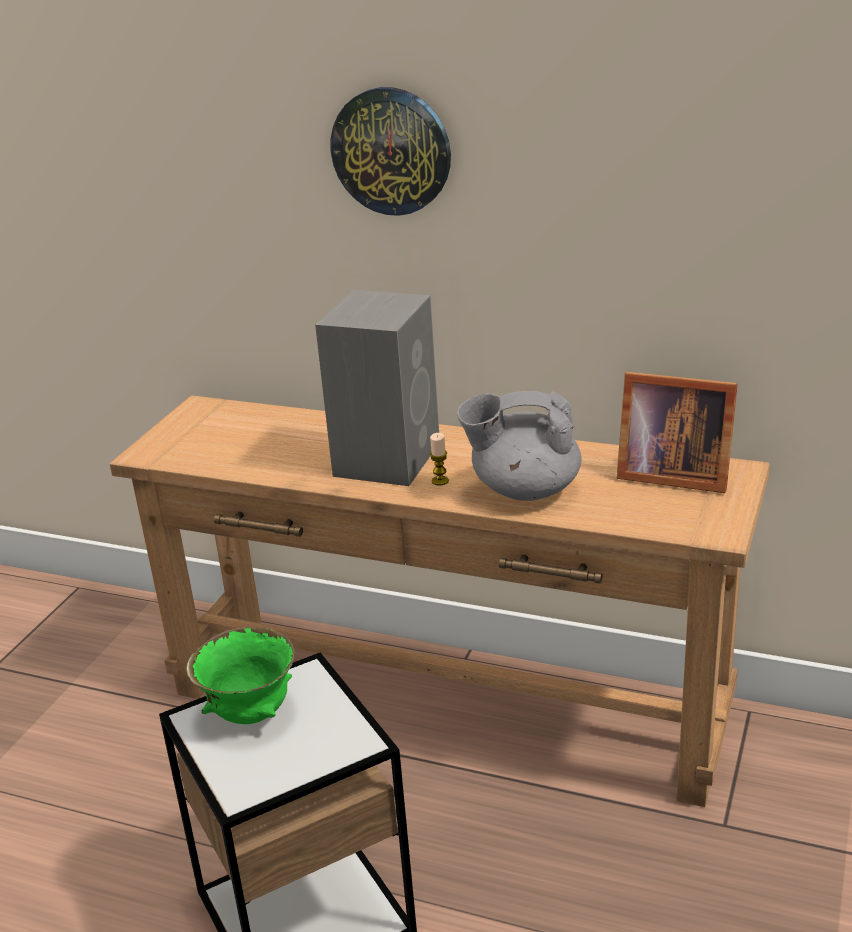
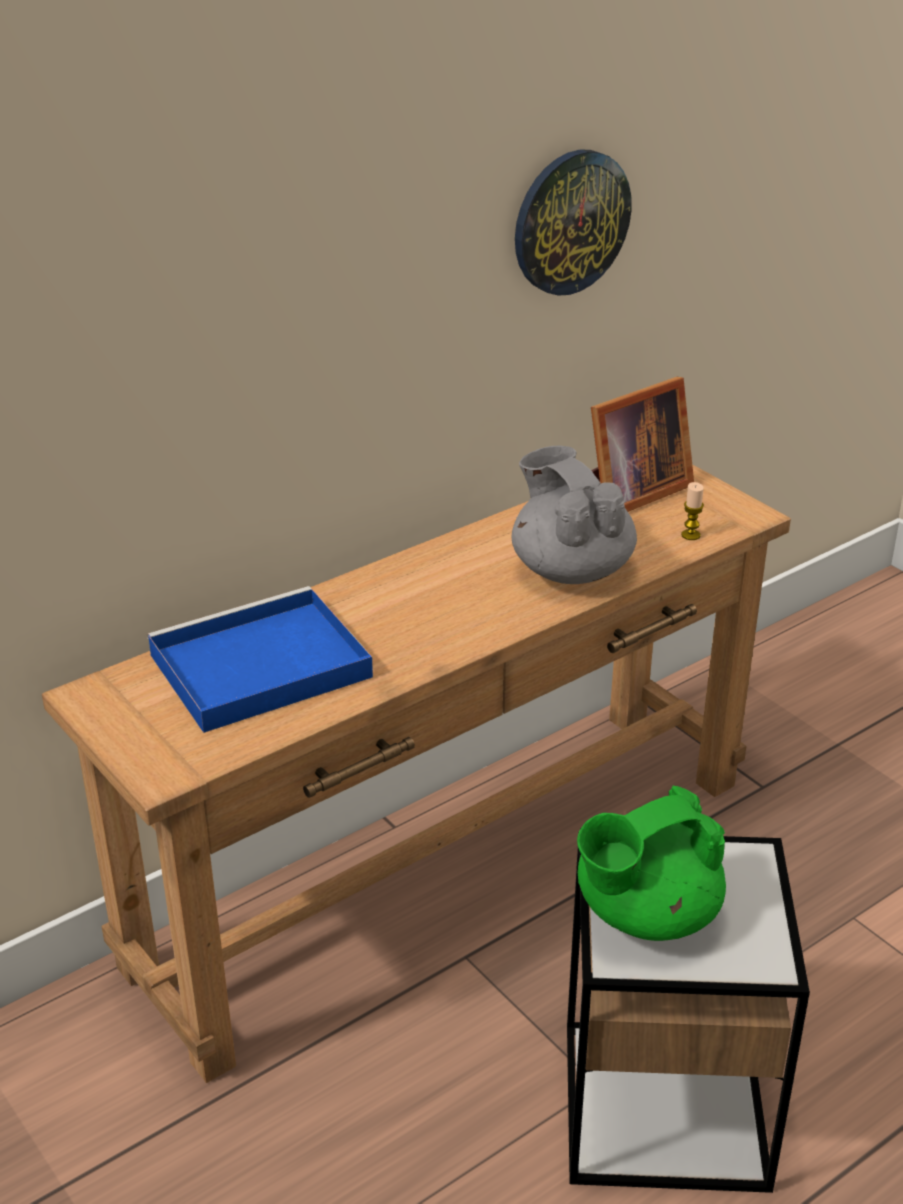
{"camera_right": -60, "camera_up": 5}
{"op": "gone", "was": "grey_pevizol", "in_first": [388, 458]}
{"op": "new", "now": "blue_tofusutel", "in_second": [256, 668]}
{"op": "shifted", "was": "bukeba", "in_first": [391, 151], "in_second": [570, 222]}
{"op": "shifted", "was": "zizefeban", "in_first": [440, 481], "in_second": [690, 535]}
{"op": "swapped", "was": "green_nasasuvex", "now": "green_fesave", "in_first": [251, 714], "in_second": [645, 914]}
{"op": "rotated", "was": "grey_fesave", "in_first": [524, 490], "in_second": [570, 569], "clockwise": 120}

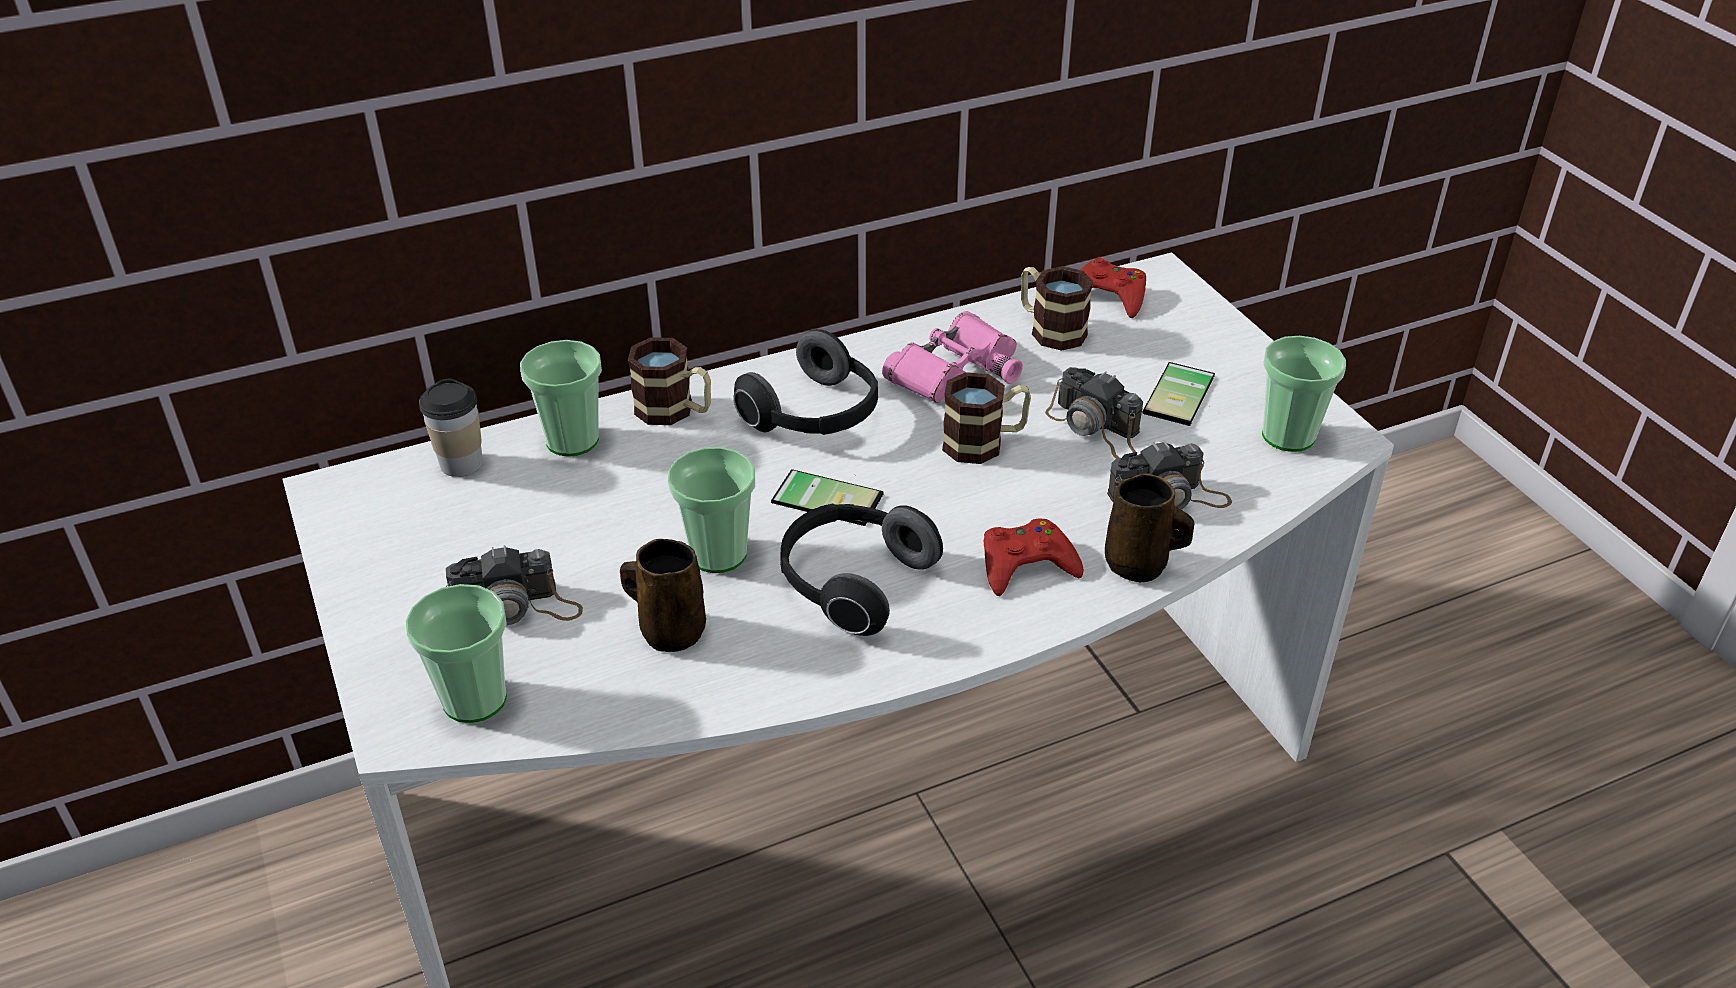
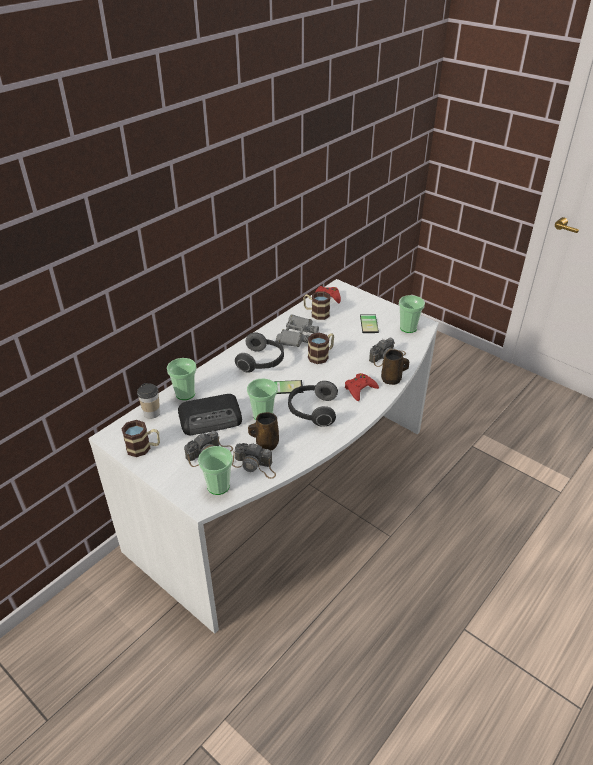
{"camera_right": -25, "camera_up": 0}
{"op": "new", "now": "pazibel", "in_second": [211, 419]}
{"op": "shifted", "was": "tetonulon", "in_first": [675, 411], "in_second": [143, 448]}
{"op": "shifted", "was": "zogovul", "in_first": [1096, 428], "in_second": [255, 466]}
{"op": "repainted", "was": "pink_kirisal", "now": "grey_kirisal", "in_first": [957, 373], "in_second": [297, 336]}

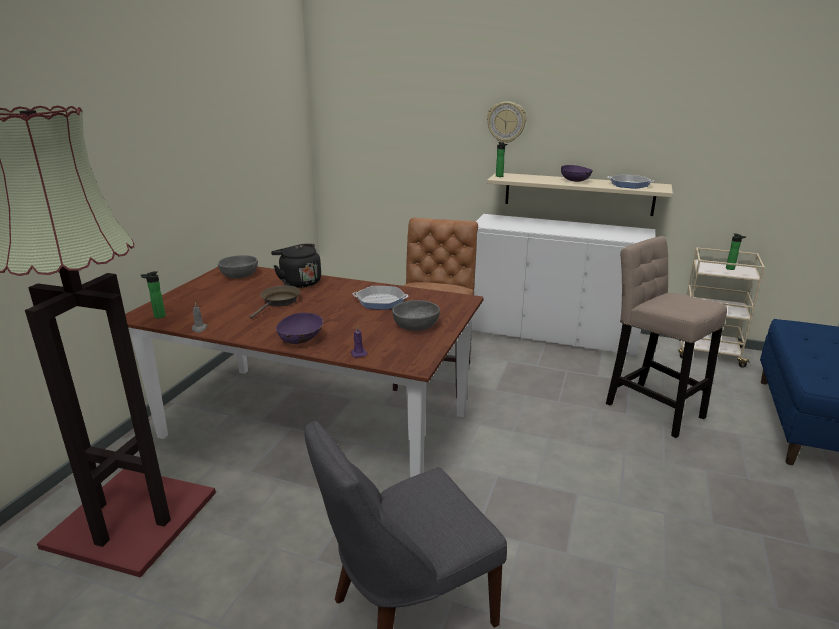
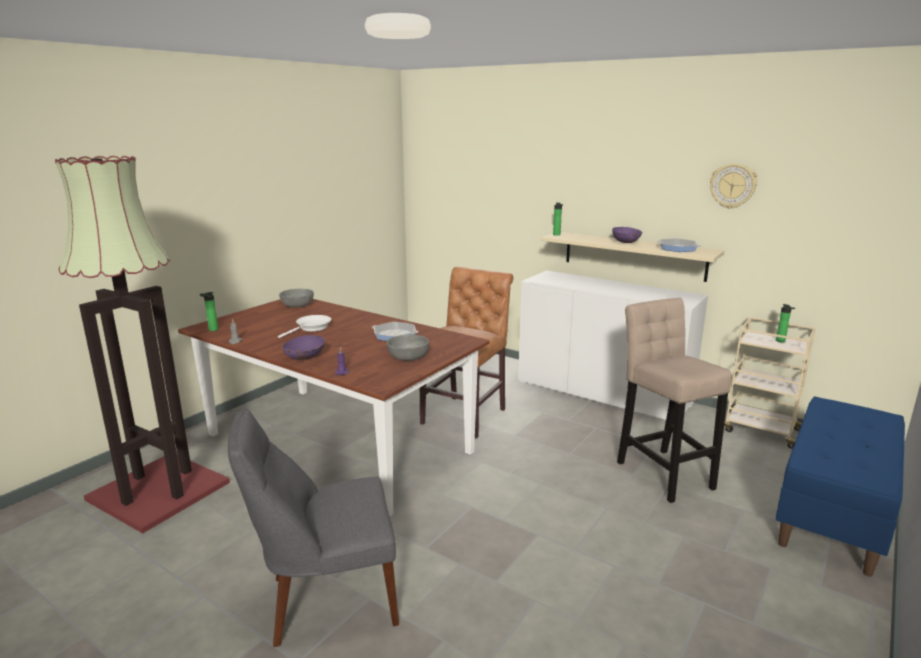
{"camera_right": 15, "camera_up": -5}
{"op": "gone", "was": "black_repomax", "in_first": [299, 282]}
{"op": "shifted", "was": "bukeba", "in_first": [506, 122], "in_second": [732, 186]}
{"op": "repainted", "was": "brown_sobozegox", "now": "white_sobozegox", "in_first": [279, 302], "in_second": [311, 328]}

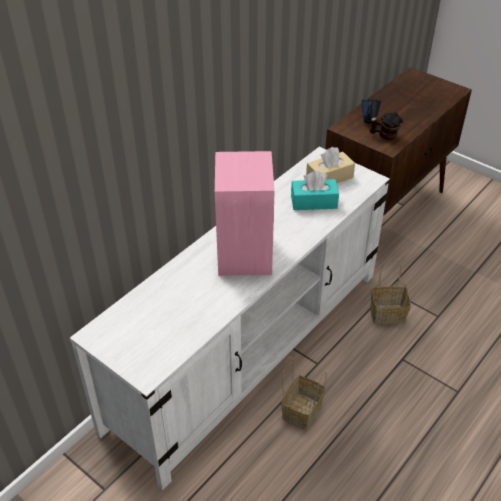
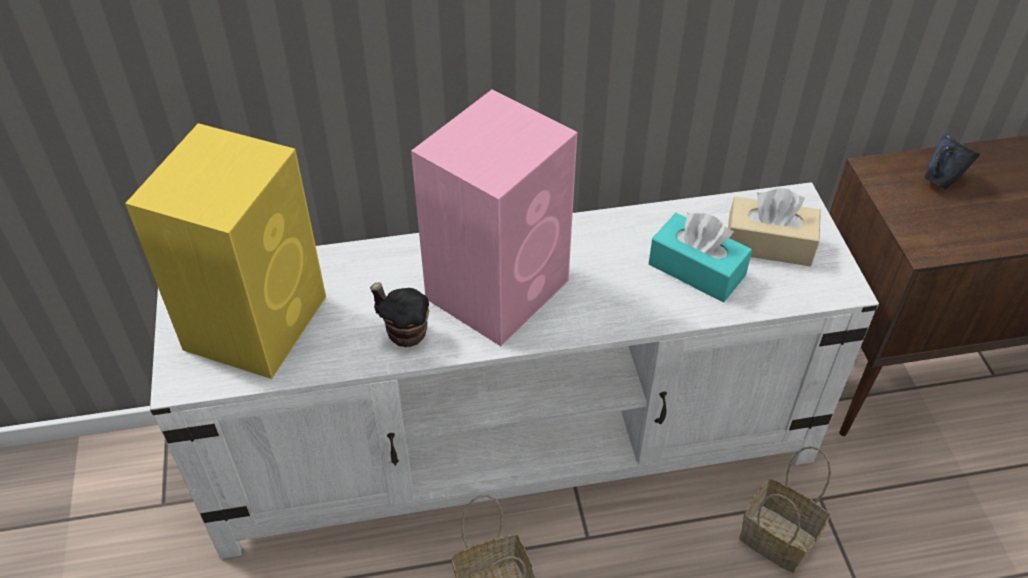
{"camera_right": 40, "camera_up": 5}
{"op": "new", "now": "yellow_pevizol", "in_second": [258, 320]}
{"op": "shifted", "was": "tetonulon", "in_first": [384, 136], "in_second": [402, 330]}

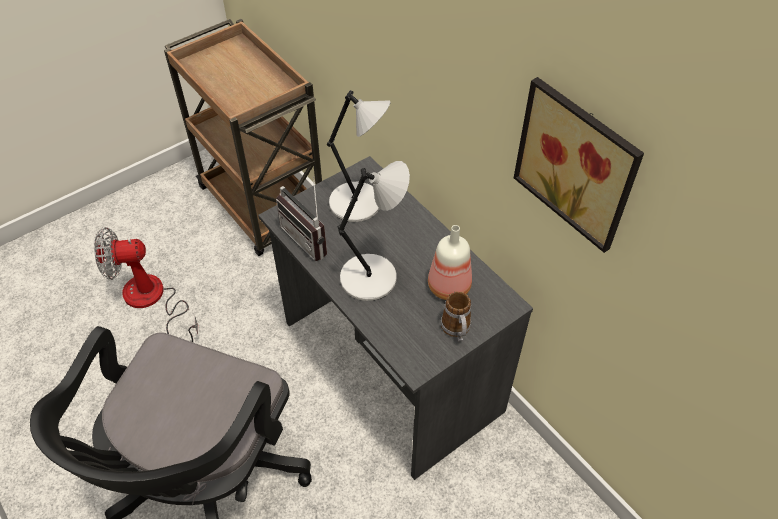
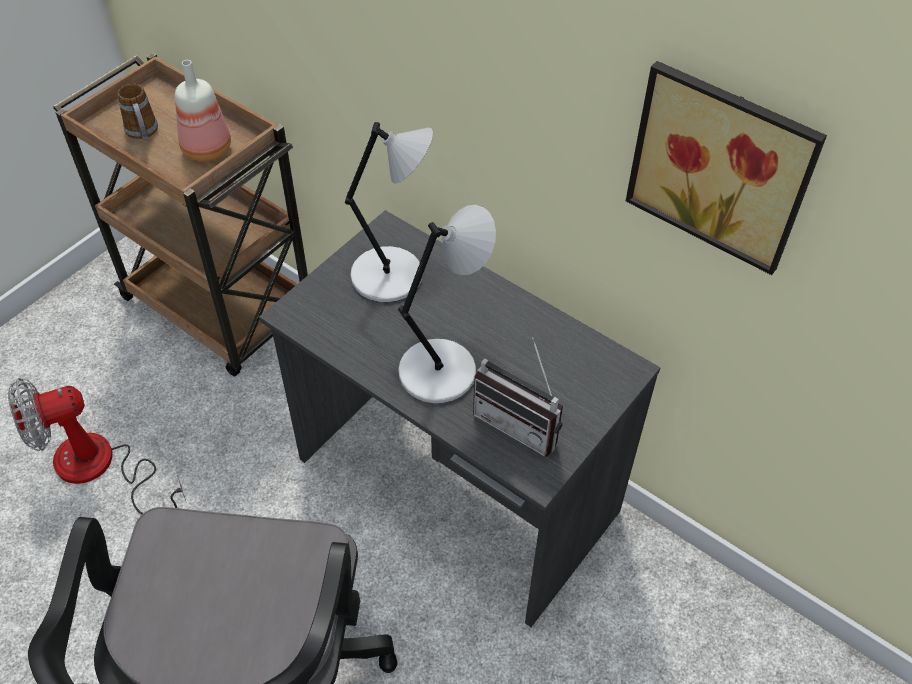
{"camera_right": -15, "camera_up": 0}
{"op": "shifted", "was": "pazibel", "in_first": [310, 238], "in_second": [521, 423]}
{"op": "shifted", "was": "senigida", "in_first": [449, 288], "in_second": [207, 151]}
{"op": "shifted", "was": "tetonulon", "in_first": [457, 330], "in_second": [143, 133]}

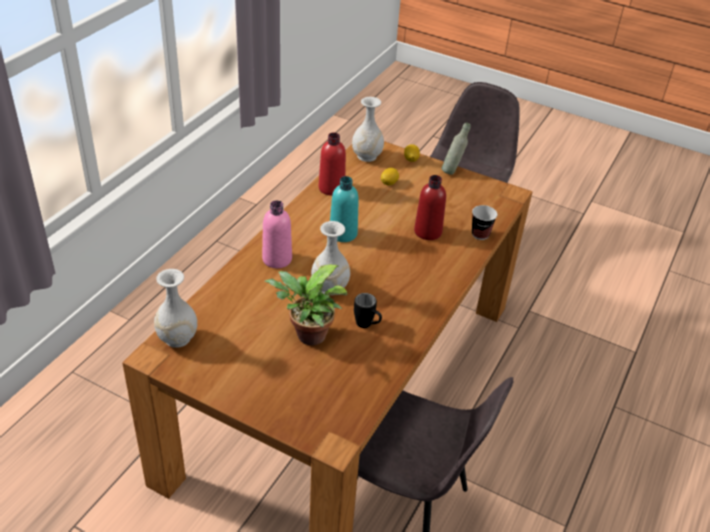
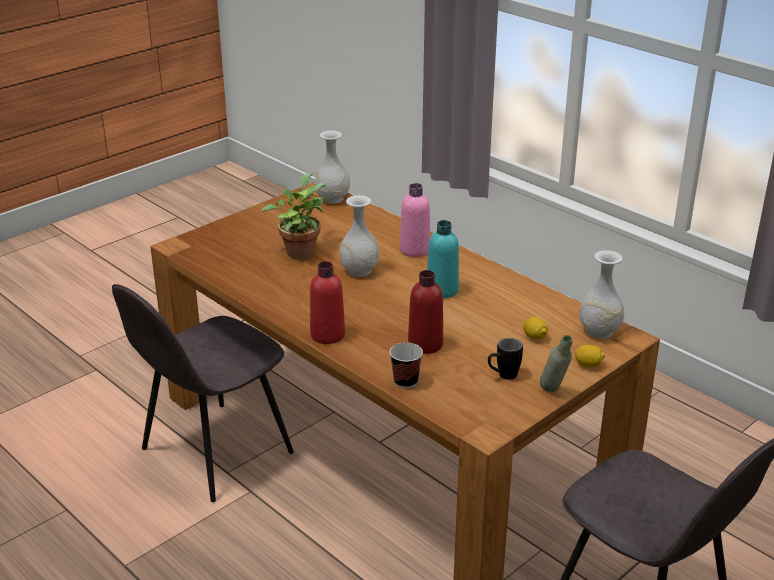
{"camera_right": 110, "camera_up": -10}
{"op": "shifted", "was": "red_senigida", "in_first": [331, 188], "in_second": [327, 335]}
{"op": "shifted", "was": "black_tetonulon", "in_first": [367, 325], "in_second": [502, 376]}

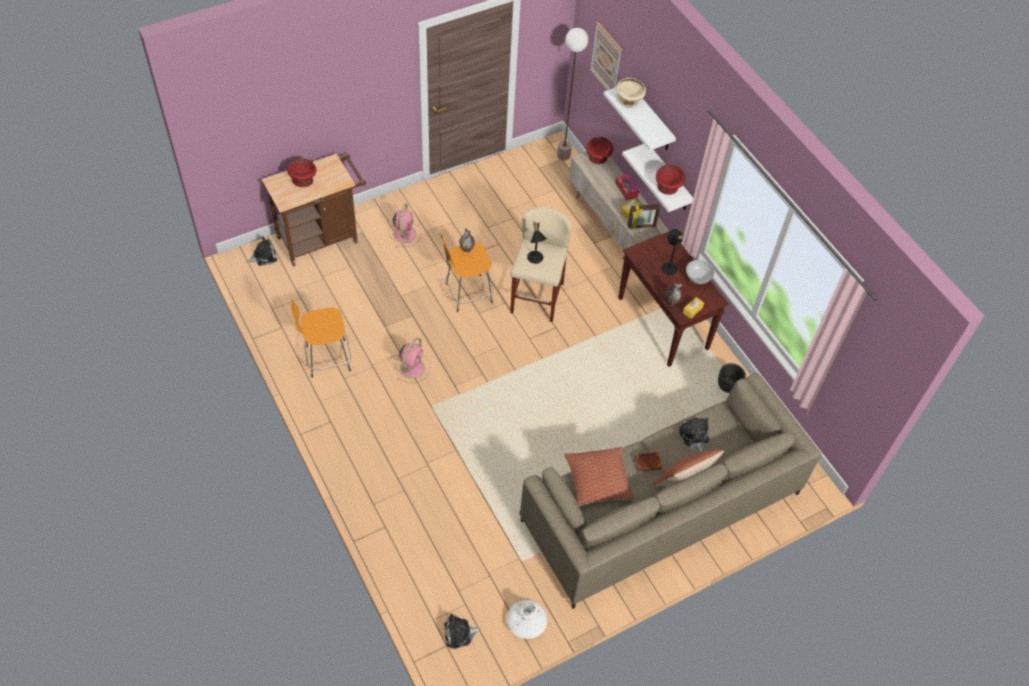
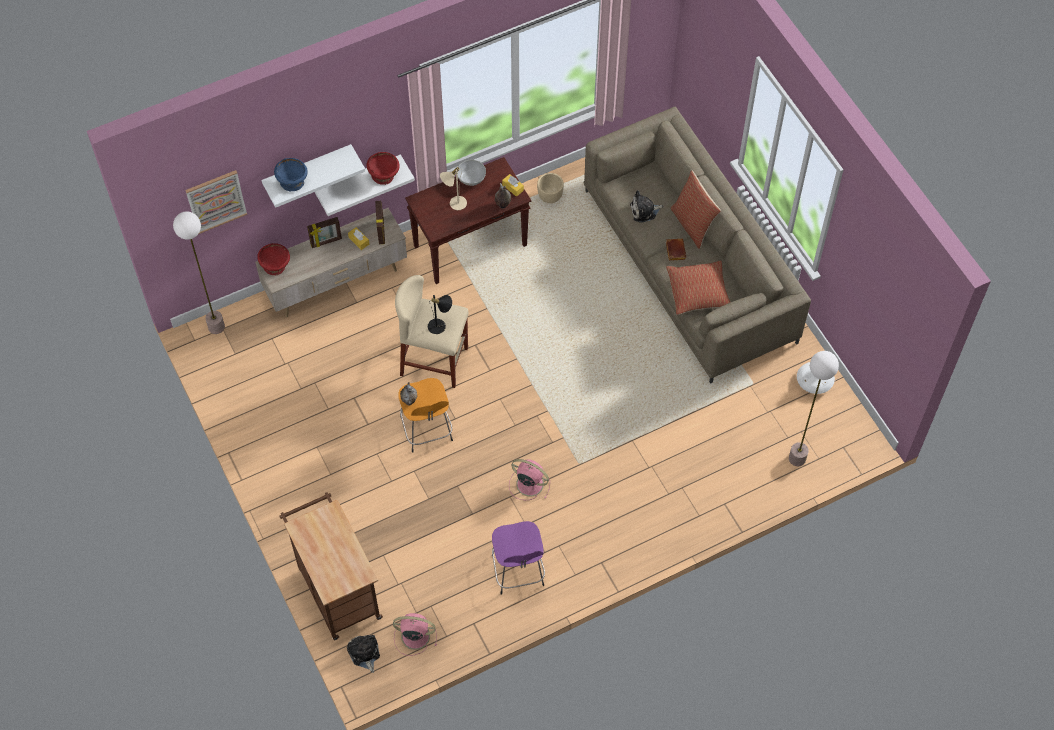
{"camera_right": -85, "camera_up": 5}
{"op": "gone", "was": "red_nasasuvex", "in_first": [303, 180]}
{"op": "gone", "was": "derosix", "in_first": [459, 634]}
{"op": "new", "now": "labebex", "in_second": [797, 459]}
{"op": "shifted", "was": "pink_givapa", "in_first": [404, 233], "in_second": [414, 636]}
{"op": "swapped", "was": "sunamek", "now": "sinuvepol", "in_first": [626, 189], "in_second": [326, 242]}
{"op": "repainted", "was": "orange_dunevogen", "now": "purple_dunevogen", "in_first": [326, 359], "in_second": [518, 572]}
{"op": "repainted", "was": "beige_nasasuvex", "now": "blue_nasasuvex", "in_first": [629, 101], "in_second": [292, 182]}
{"op": "repainted", "was": "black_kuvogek", "now": "beige_kuvogek", "in_first": [669, 266], "in_second": [454, 202]}
{"op": "repainted", "was": "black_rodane", "now": "beige_rodane", "in_first": [727, 386], "in_second": [550, 197]}

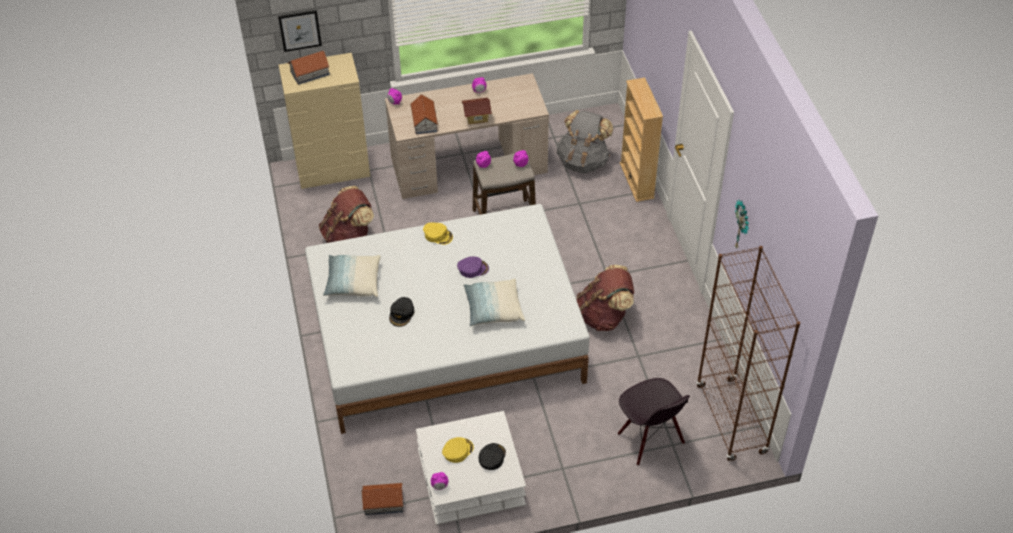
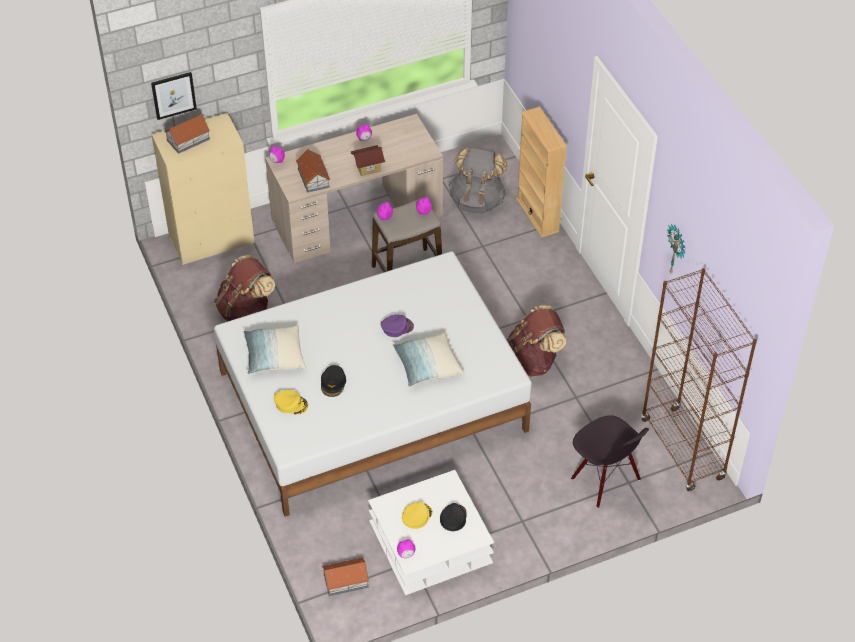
{"camera_right": -10, "camera_up": 0}
{"op": "shifted", "was": "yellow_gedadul", "in_first": [438, 235], "in_second": [291, 404]}

